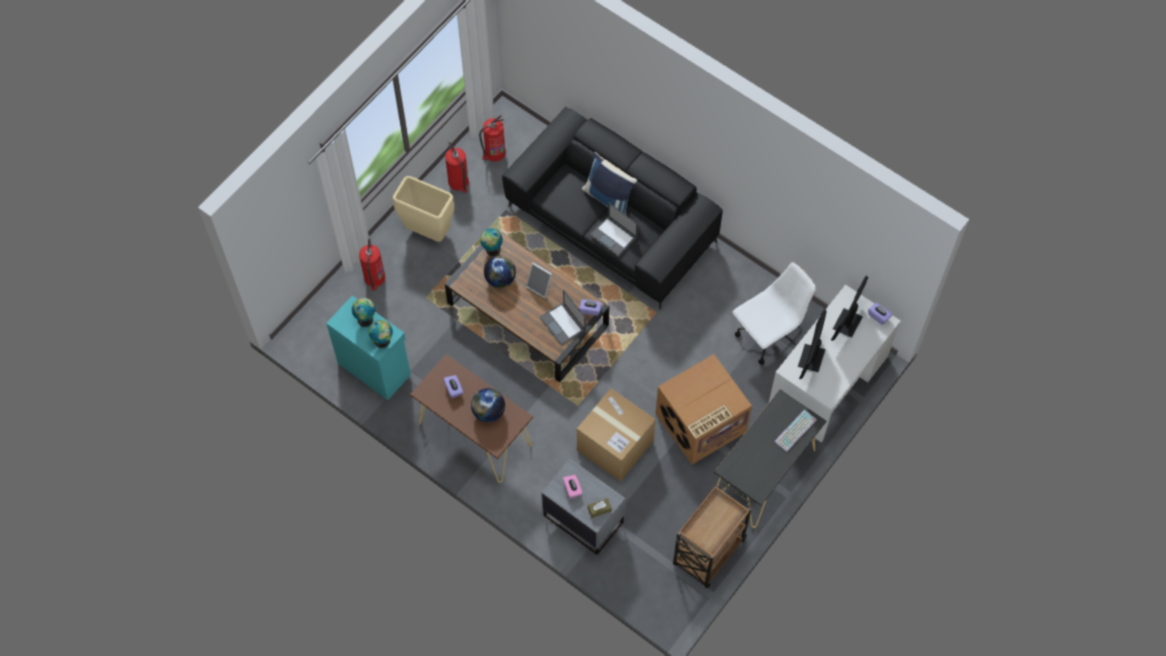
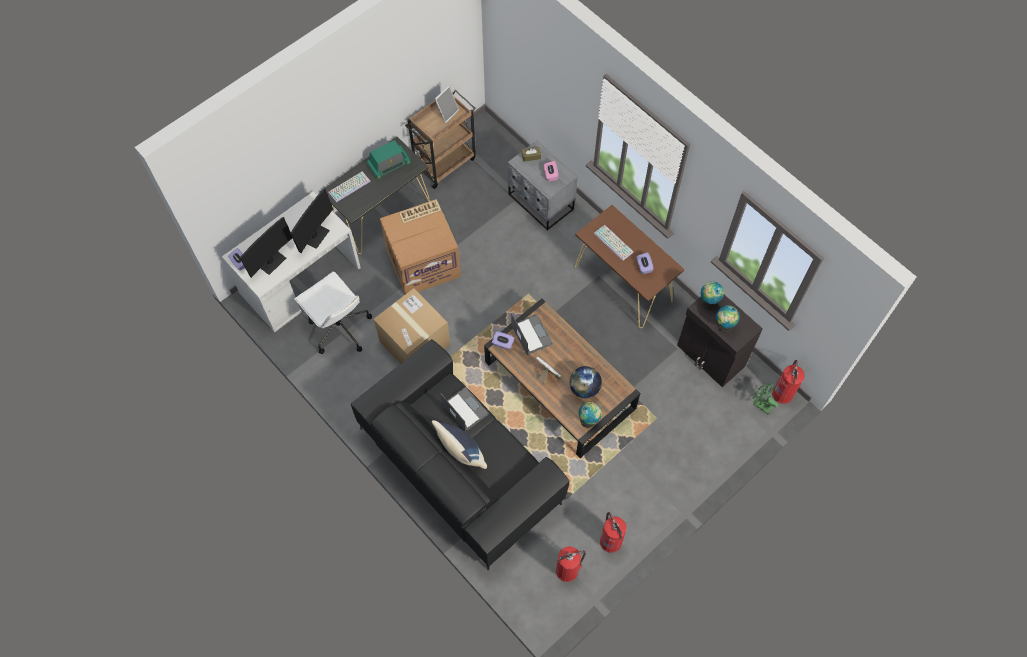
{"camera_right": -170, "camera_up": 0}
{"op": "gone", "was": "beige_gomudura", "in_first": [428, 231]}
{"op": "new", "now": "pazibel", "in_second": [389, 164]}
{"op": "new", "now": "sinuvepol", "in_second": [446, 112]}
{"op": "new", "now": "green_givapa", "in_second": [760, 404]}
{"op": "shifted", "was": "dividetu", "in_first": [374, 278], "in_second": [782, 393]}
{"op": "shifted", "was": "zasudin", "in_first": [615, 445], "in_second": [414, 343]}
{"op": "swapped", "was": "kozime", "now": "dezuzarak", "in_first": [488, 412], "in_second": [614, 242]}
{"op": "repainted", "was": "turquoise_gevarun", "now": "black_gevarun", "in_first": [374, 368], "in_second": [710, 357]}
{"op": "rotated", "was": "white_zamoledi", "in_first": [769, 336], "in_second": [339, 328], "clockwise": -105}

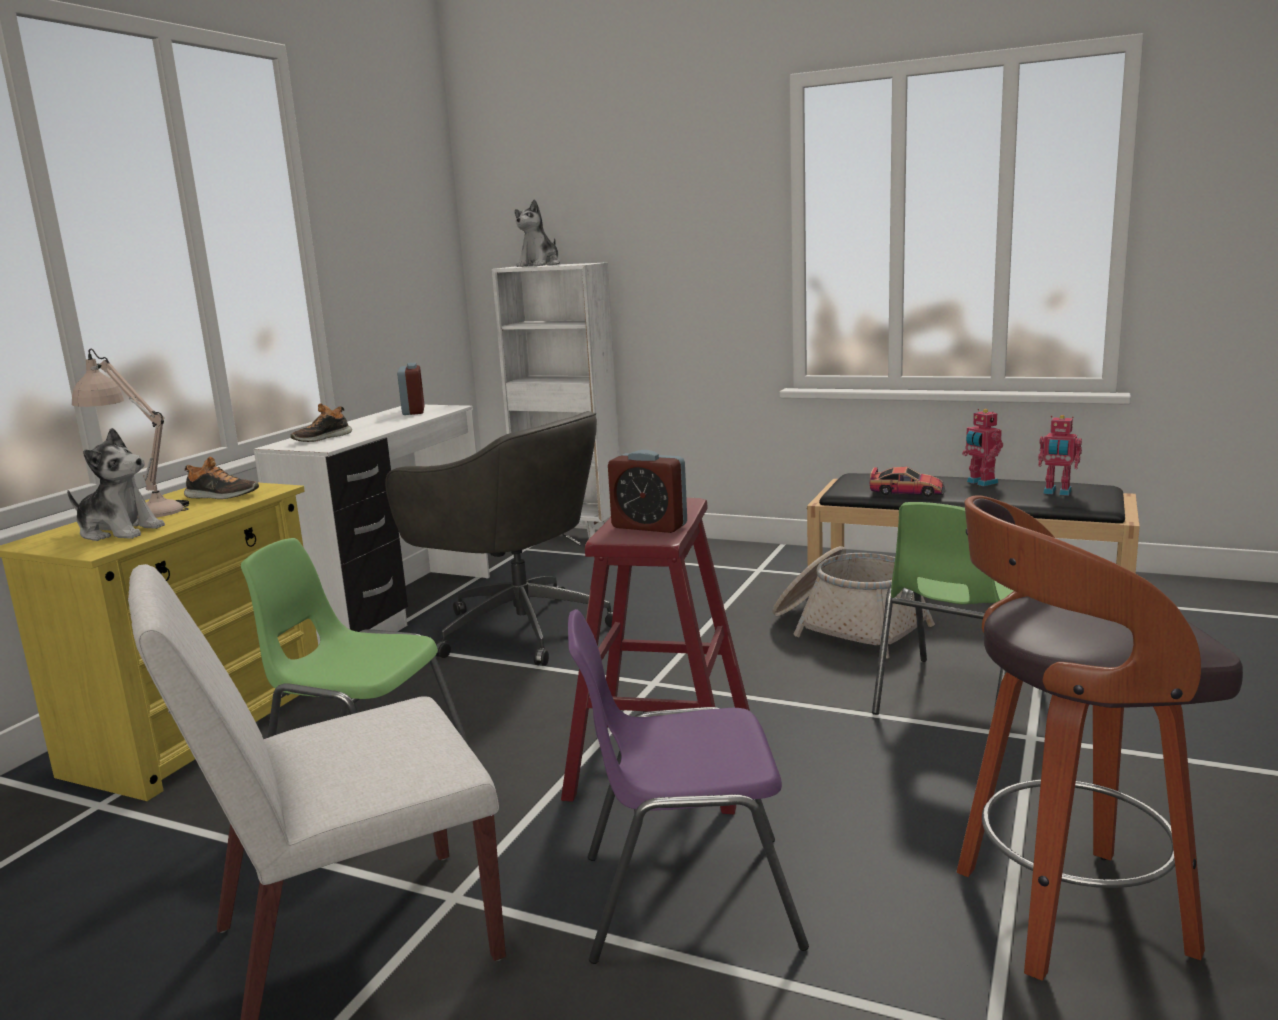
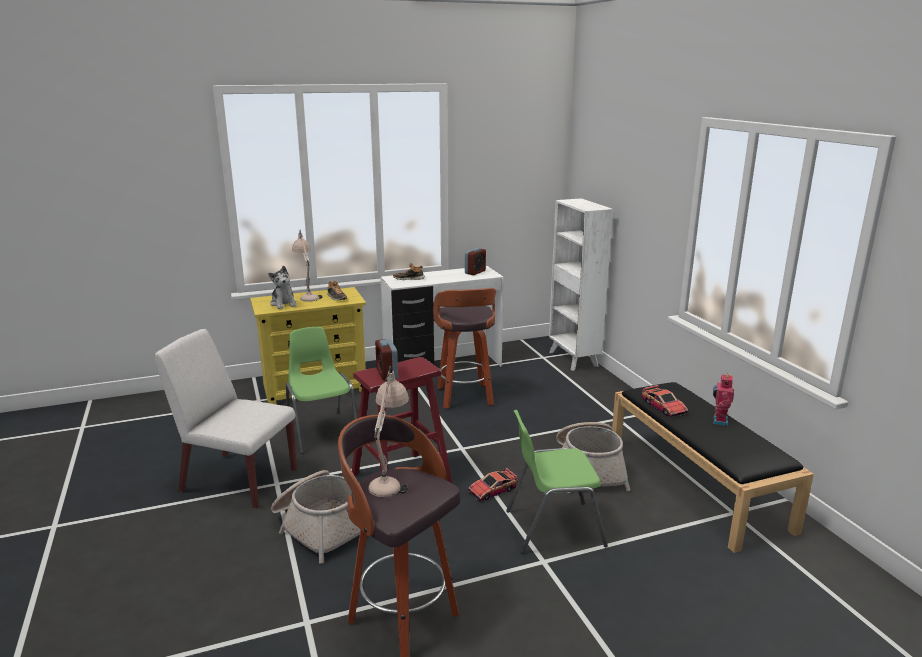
{"camera_right": 45, "camera_up": 5}
{"op": "gone", "was": "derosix", "in_first": [540, 265]}
{"op": "gone", "was": "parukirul", "in_first": [1057, 492]}
{"op": "new", "now": "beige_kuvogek", "in_second": [390, 478]}
{"op": "new", "now": "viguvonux", "in_second": [492, 490]}
{"op": "swapped", "was": "grey_zamoledi", "now": "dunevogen", "in_first": [518, 628], "in_second": [465, 397]}
{"op": "swapped", "was": "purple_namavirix", "now": "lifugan", "in_first": [685, 898], "in_second": [320, 526]}

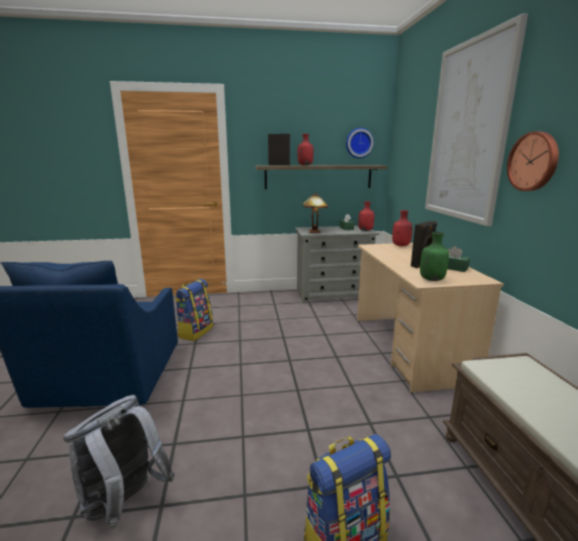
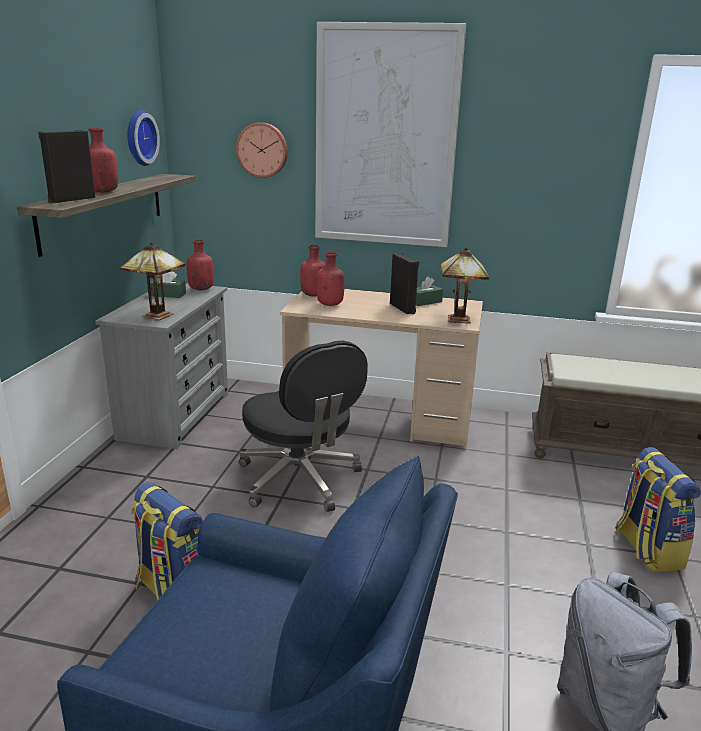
{"camera_right": -70, "camera_up": 5}
{"op": "new", "now": "black_zamoledi", "in_second": [300, 480]}
{"op": "new", "now": "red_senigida", "in_second": [330, 304]}
{"op": "shifted", "was": "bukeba", "in_first": [534, 162], "in_second": [262, 150]}
{"op": "swapped", "was": "green_senigida", "now": "kuvogek", "in_first": [432, 279], "in_second": [457, 319]}

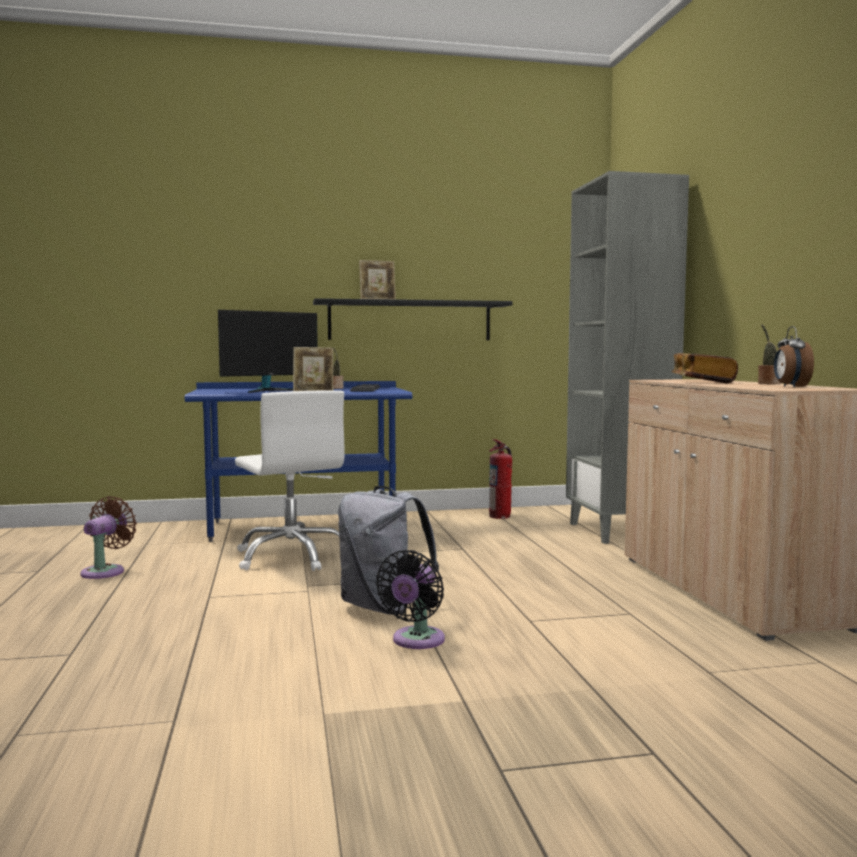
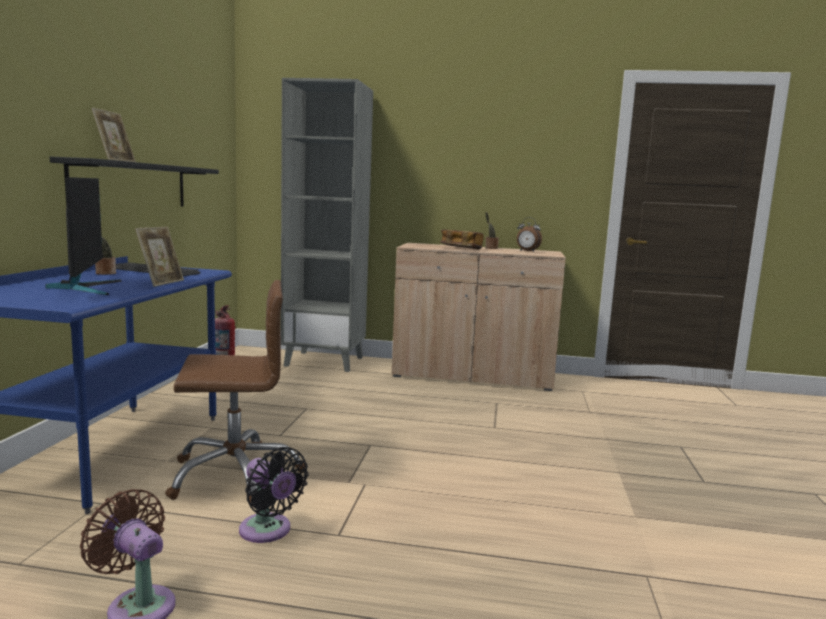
{"camera_right": -70, "camera_up": 5}
{"op": "gone", "was": "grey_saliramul", "in_first": [383, 607]}
{"op": "shifted", "was": "black_givapa", "in_first": [416, 641], "in_second": [268, 531]}
{"op": "repainted", "was": "white_zamoledi", "now": "brown_zamoledi", "in_first": [292, 556], "in_second": [235, 474]}

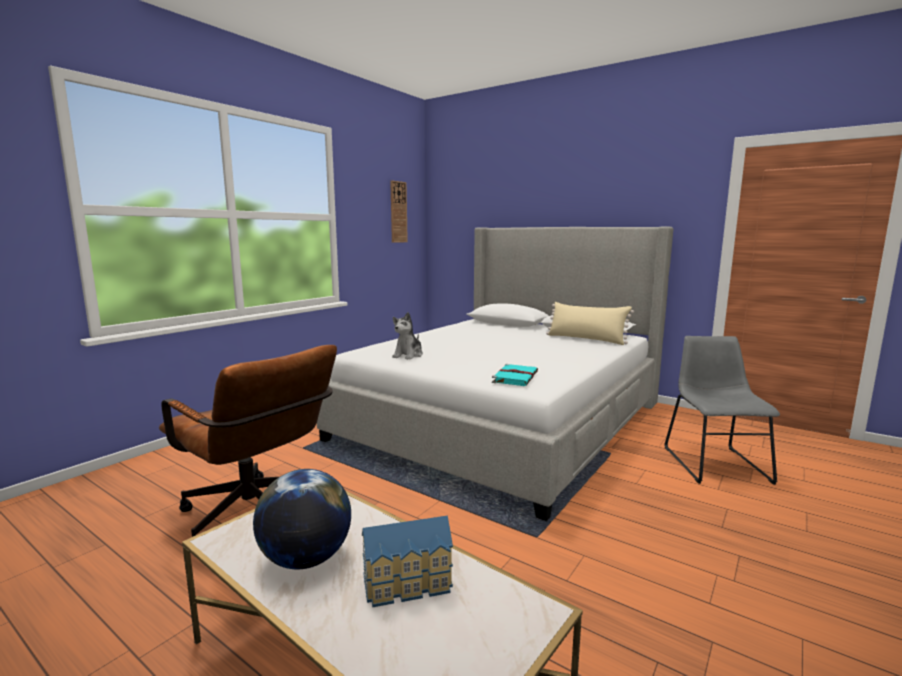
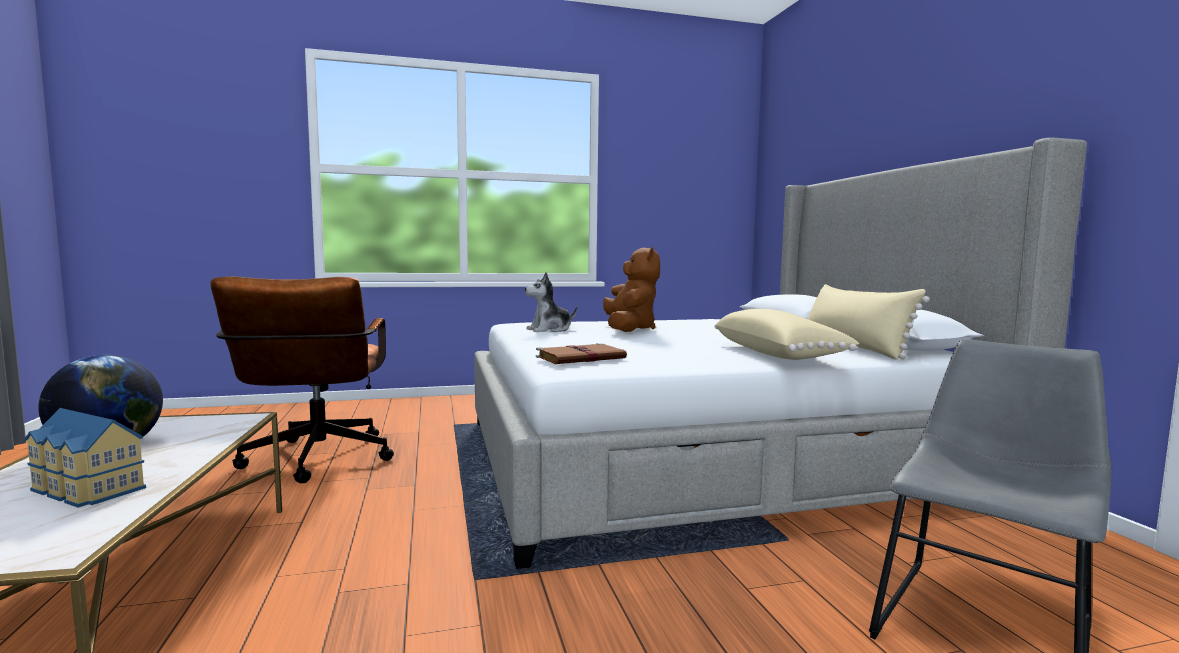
{"camera_right": 40, "camera_up": -5}
{"op": "gone", "was": "bukeba", "in_first": [398, 212]}
{"op": "new", "now": "brown_derosix", "in_second": [629, 329]}
{"op": "new", "now": "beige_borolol", "in_second": [778, 355]}
{"op": "repainted", "was": "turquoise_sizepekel", "now": "brown_sizepekel", "in_first": [515, 377], "in_second": [582, 358]}

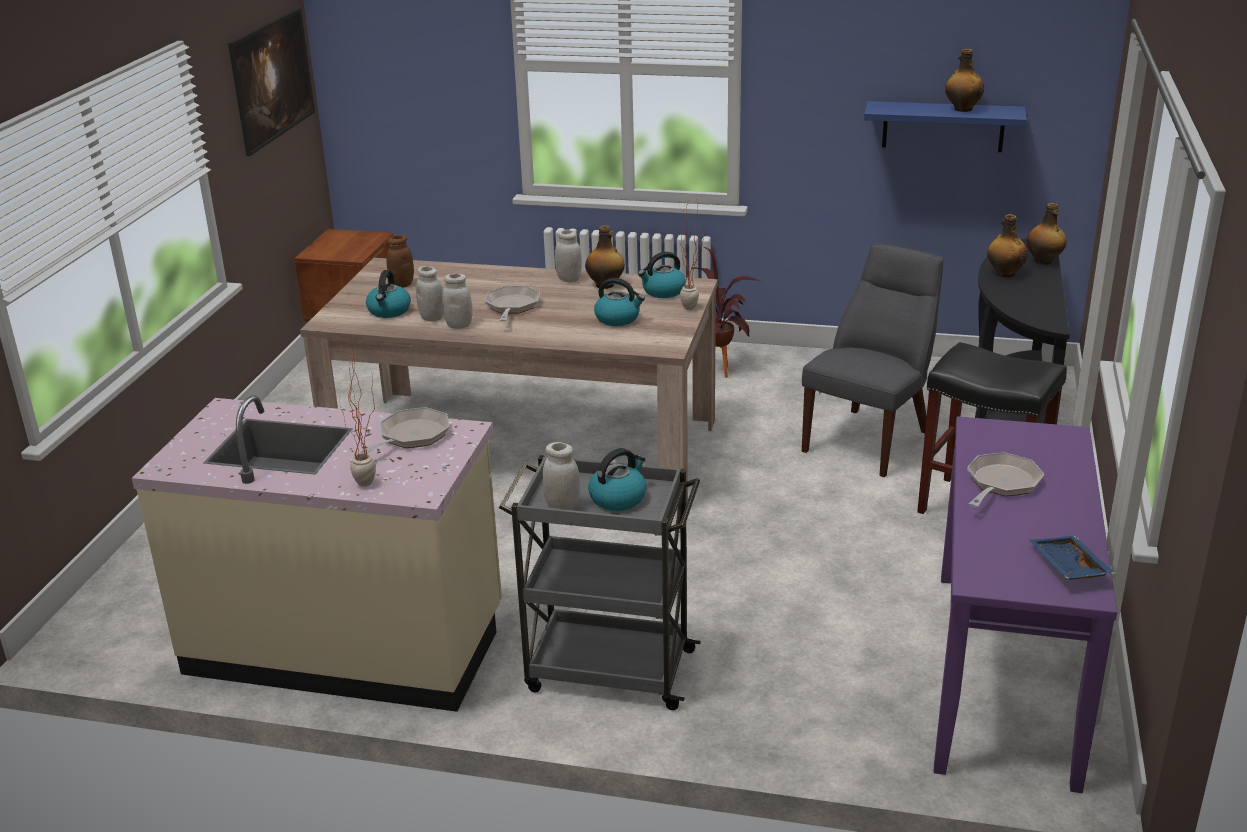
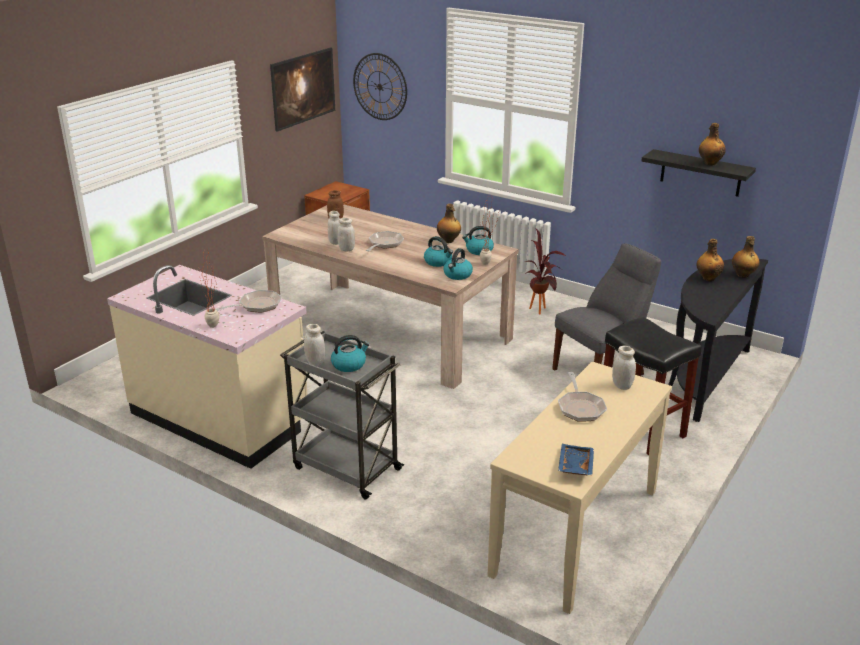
{"camera_right": 20, "camera_up": 0}
{"op": "new", "now": "bukeba", "in_second": [380, 87]}
{"op": "shifted", "was": "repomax", "in_first": [389, 311], "in_second": [457, 275]}
{"op": "shifted", "was": "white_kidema", "in_first": [569, 279], "in_second": [622, 386]}
{"op": "repainted", "was": "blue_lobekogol", "now": "black_lobekogol", "in_first": [943, 126], "in_second": [700, 173]}
{"op": "repainted", "was": "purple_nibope", "now": "beige_nibope", "in_first": [1005, 673], "in_second": [577, 532]}
{"op": "rotated", "was": "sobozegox", "in_first": [1001, 484], "in_second": [580, 407], "clockwise": 120}

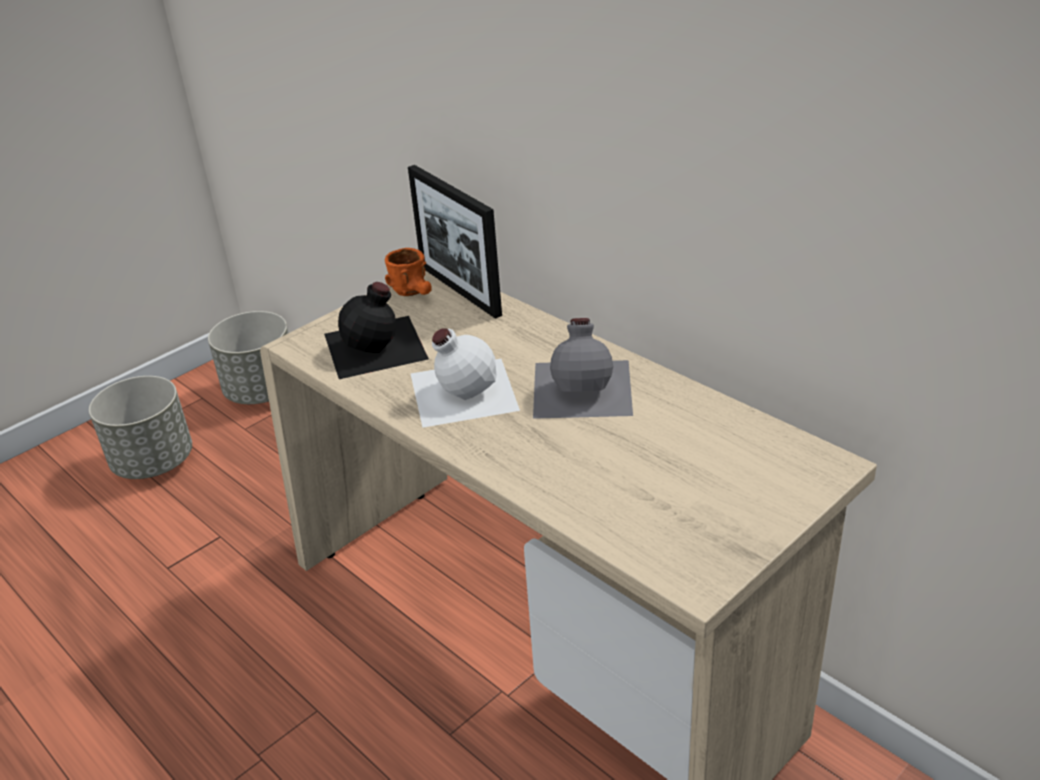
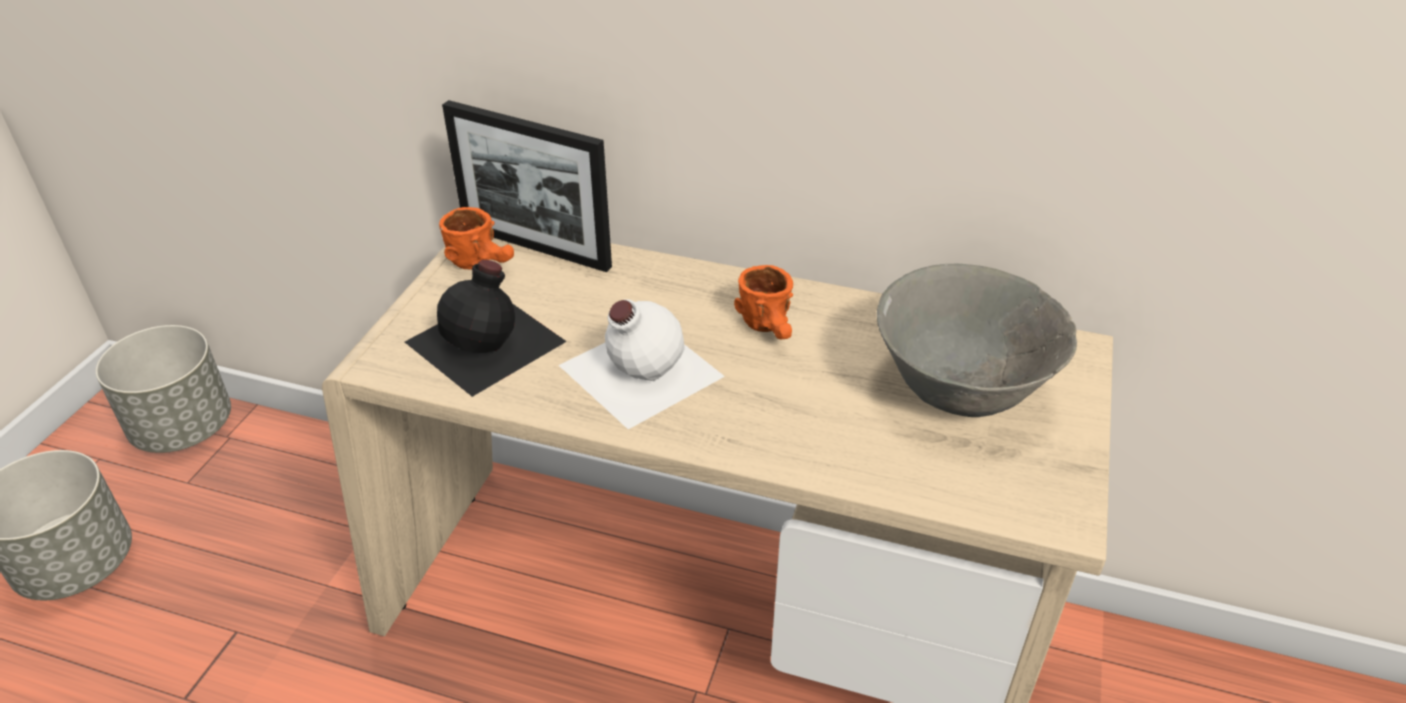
{"camera_right": -30, "camera_up": 5}
{"op": "new", "now": "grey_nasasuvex", "in_second": [960, 389]}
{"op": "swapped", "was": "grey_senigida", "now": "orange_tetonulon", "in_first": [584, 387], "in_second": [772, 329]}

